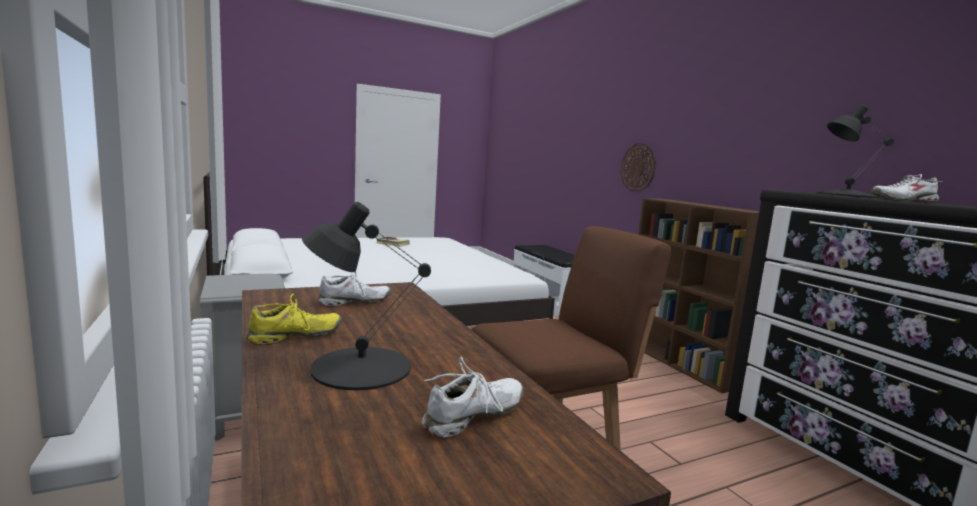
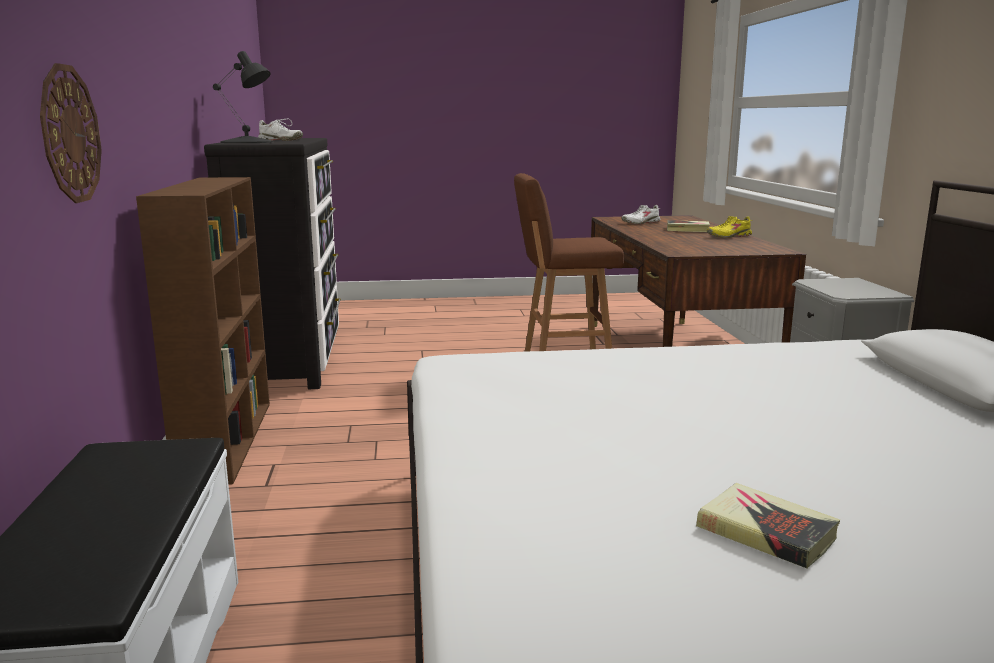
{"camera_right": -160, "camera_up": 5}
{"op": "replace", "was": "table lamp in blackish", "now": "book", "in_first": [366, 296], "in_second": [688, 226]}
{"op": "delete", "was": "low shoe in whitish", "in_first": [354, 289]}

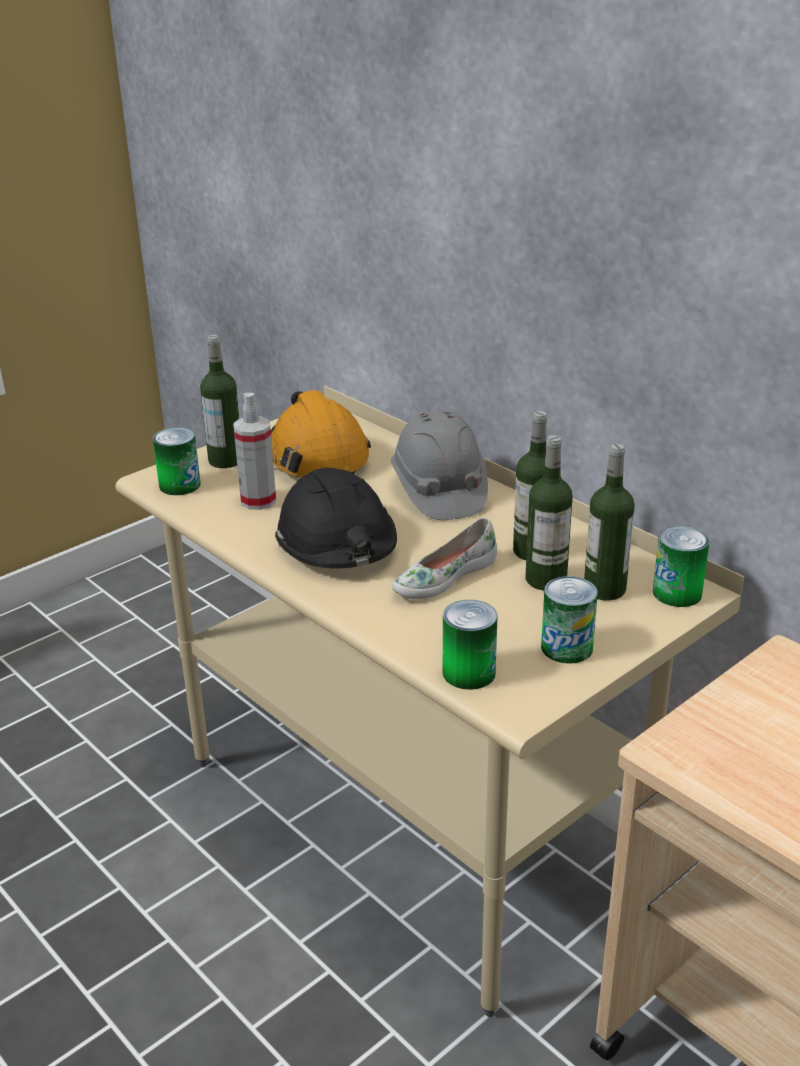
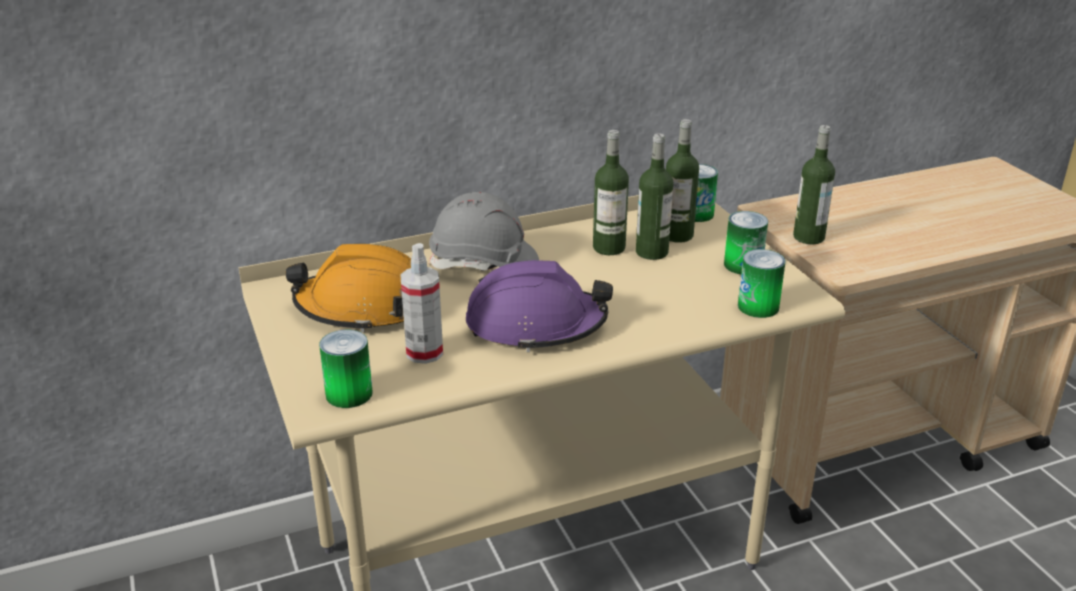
{"camera_right": -70, "camera_up": 0}
{"op": "move", "was": "beverage bottle", "in_first": [219, 401], "in_second": [814, 184]}
{"op": "recolor", "was": "work helmet in blackish", "now": "work helmet in purple-coloured", "in_first": [336, 518], "in_second": [539, 306]}
{"op": "delete", "was": "low shoe in whitish", "in_first": [444, 558]}

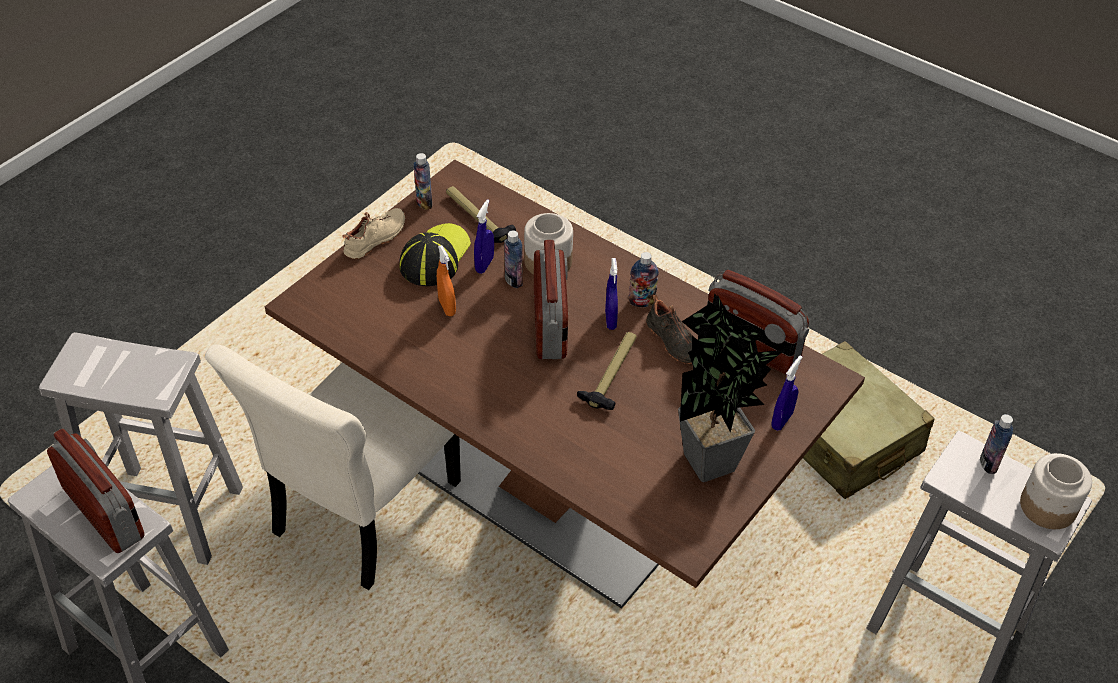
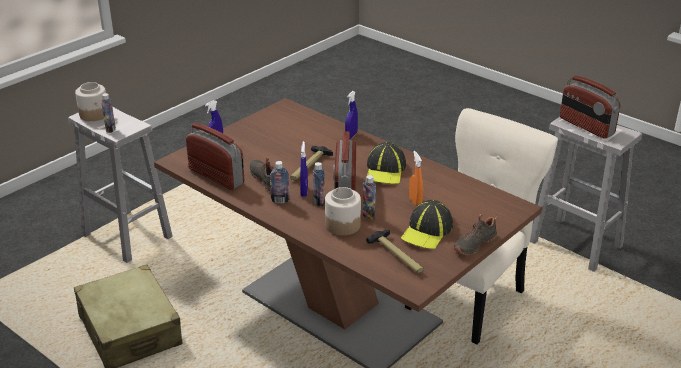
{"camera_right": -175, "camera_up": -15}
{"op": "move", "was": "beverage bottle", "in_first": [422, 181], "in_second": [319, 184]}
{"op": "move", "was": "sprayer in bluish", "in_first": [484, 236], "in_second": [351, 115]}
{"op": "recolor", "was": "low shoe in beige-coloured", "now": "low shoe in blackish", "in_first": [373, 233], "in_second": [475, 234]}
{"op": "delete", "was": "houseplant", "in_first": [731, 387]}
{"op": "delete", "was": "stool in whitish", "in_first": [141, 448]}
{"op": "insert", "now": "cap", "in_second": [386, 163]}

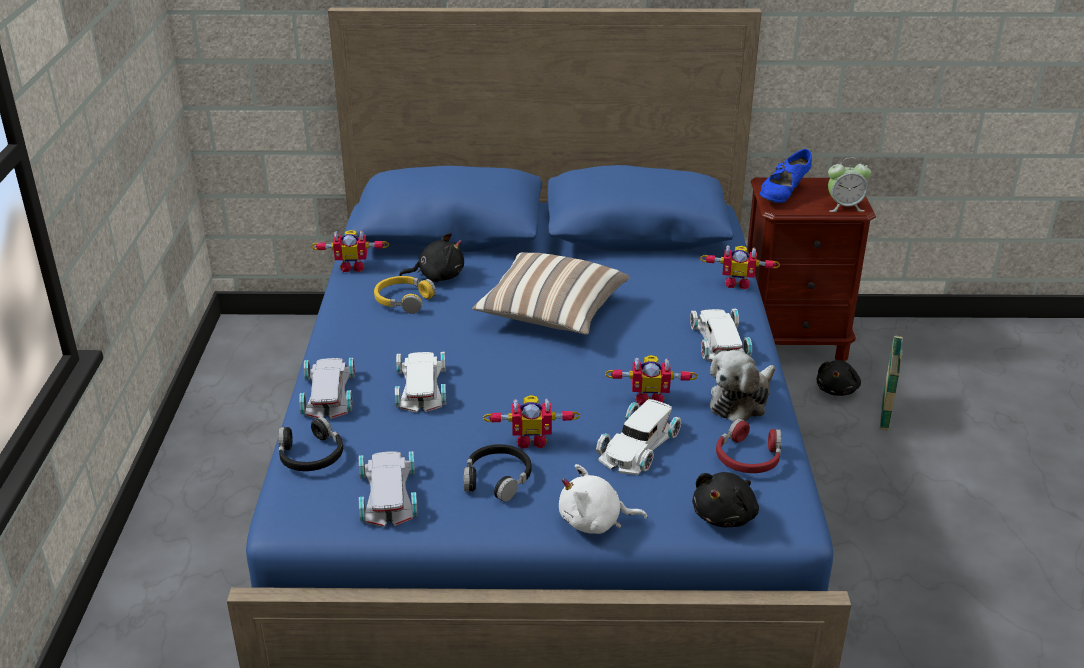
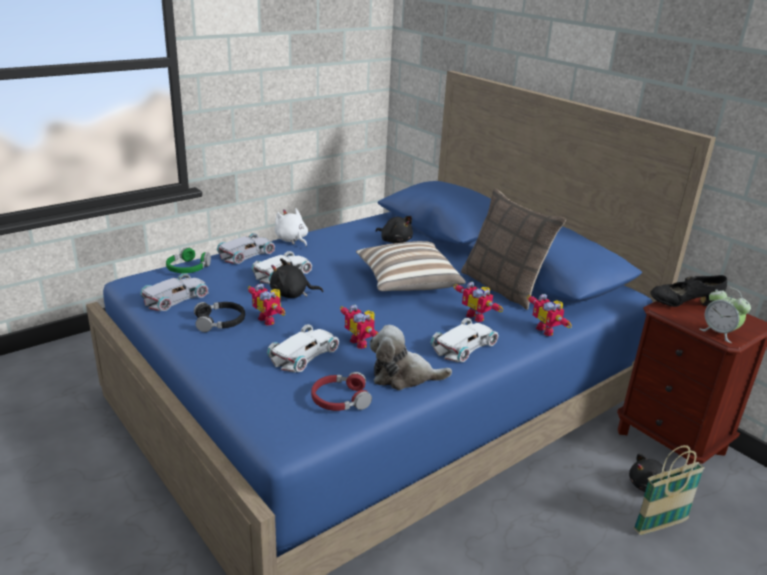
{"camera_right": 50, "camera_up": -5}
{"op": "recolor", "was": "low shoe in bluish", "now": "low shoe in blackish", "in_first": [786, 176], "in_second": [688, 291]}
{"op": "move", "was": "toy robot", "in_first": [350, 251], "in_second": [478, 302]}
{"op": "delete", "was": "pair of headphones in yellowish", "in_first": [405, 295]}
{"op": "rotate", "was": "model car in whitish", "in_first": [638, 437], "in_second": [303, 348], "clockwise": 135}
{"op": "recolor", "was": "pair of headphones in blackish", "now": "pair of headphones in greenish", "in_first": [310, 444], "in_second": [188, 260]}
{"op": "move", "was": "soft toy in whitish", "in_first": [603, 499], "in_second": [291, 227]}
{"op": "move", "was": "soft toy in blackish", "in_first": [725, 499], "in_second": [296, 278]}
{"op": "insert", "now": "pillow", "in_second": [513, 249]}

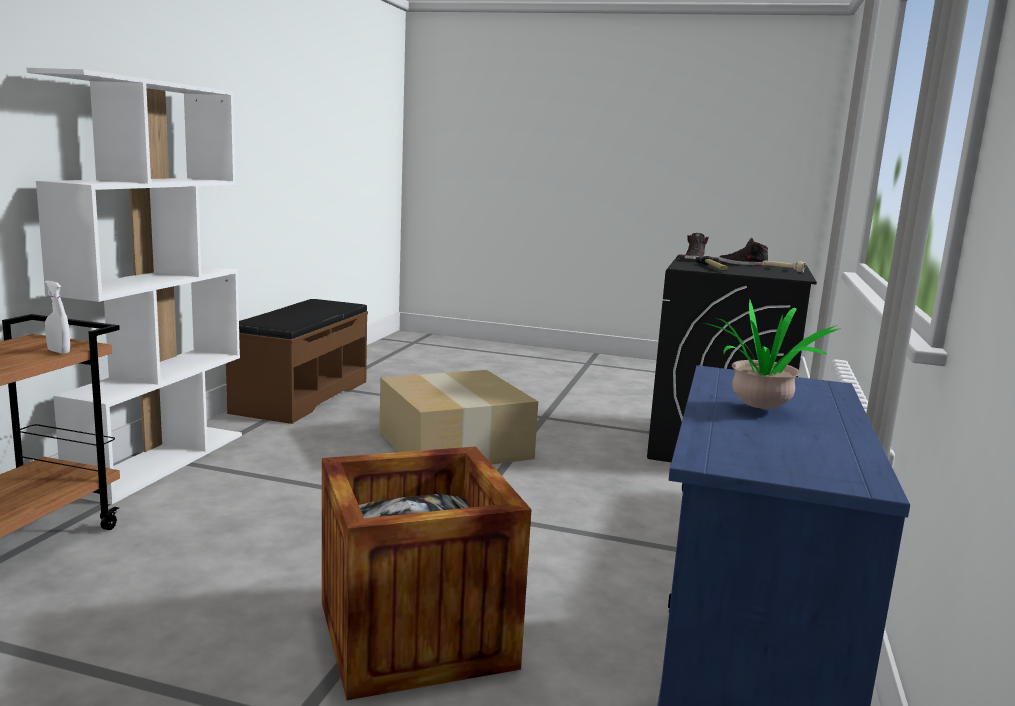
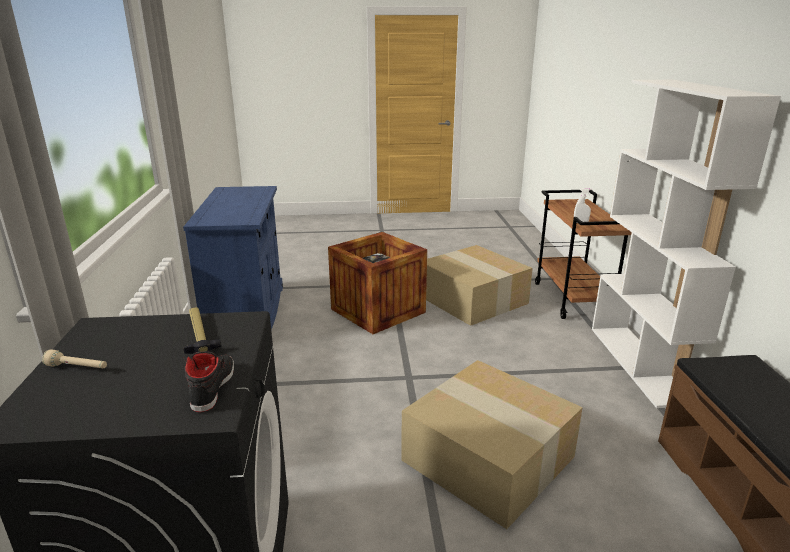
{"camera_right": 160, "camera_up": 10}
{"op": "delete", "was": "low shoe in blackish", "in_first": [743, 252]}
{"op": "delete", "was": "houseplant", "in_first": [772, 355]}
{"op": "insert", "now": "packing box", "in_second": [479, 285]}

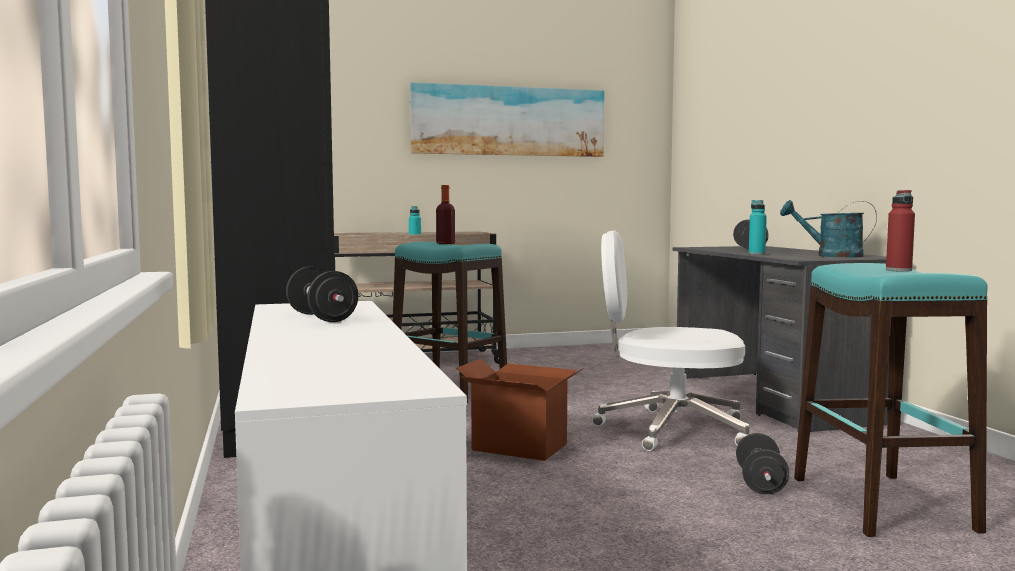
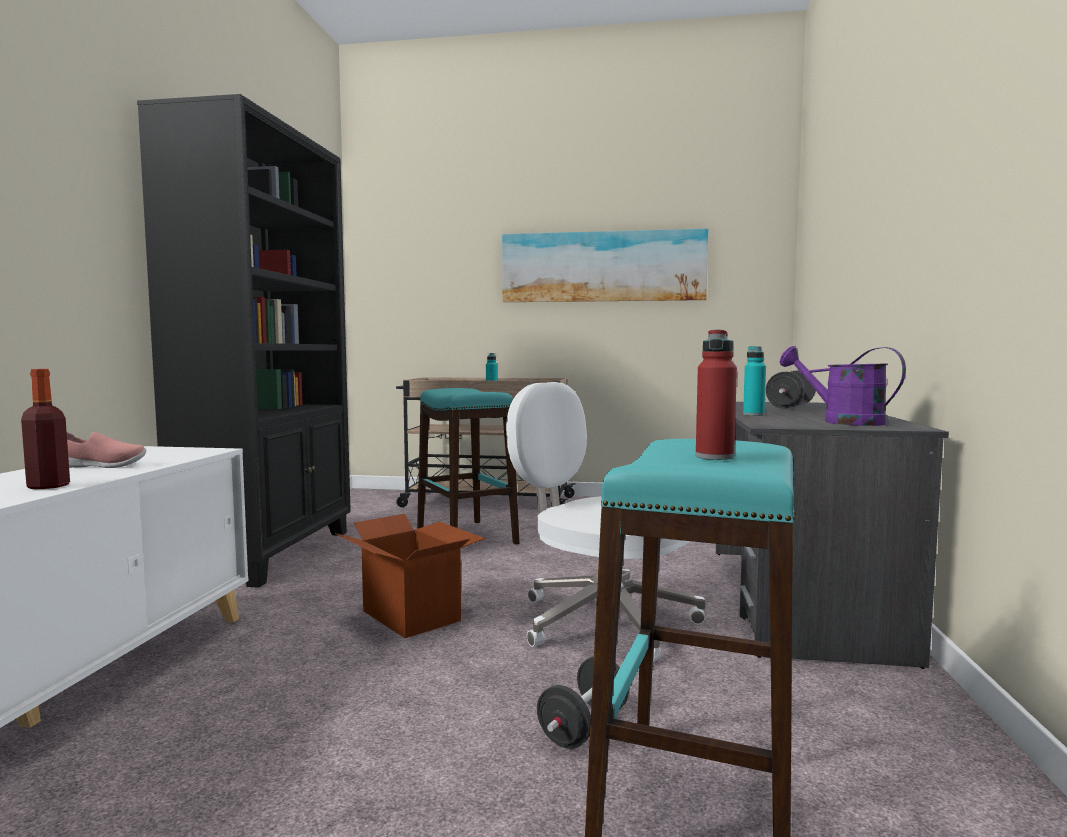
{"camera_right": 25, "camera_up": 0}
{"op": "move", "was": "beverage bottle", "in_first": [445, 214], "in_second": [45, 429]}
{"op": "recolor", "was": "watering can in turquoise", "now": "watering can in purple-coloured", "in_first": [828, 229], "in_second": [843, 386]}
{"op": "replace", "was": "free weight in blackish", "now": "low shoe in pink-coloured", "in_first": [322, 294], "in_second": [106, 450]}

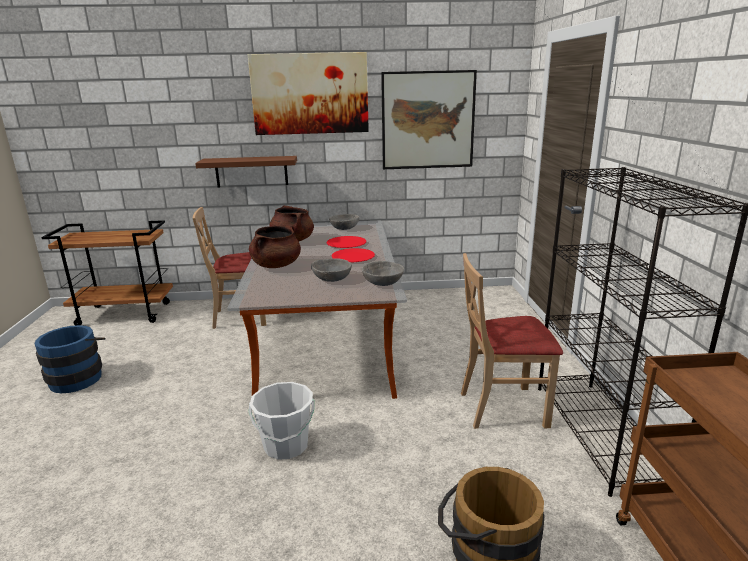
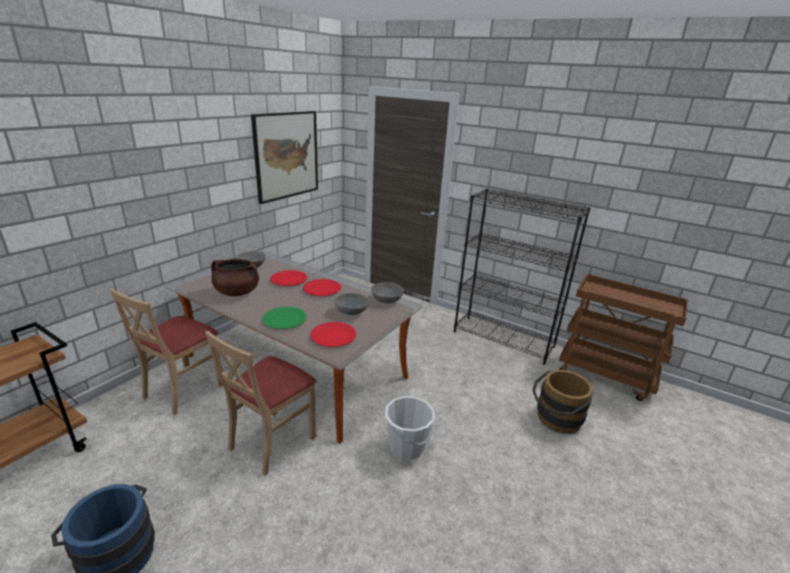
{"camera_right": -55, "camera_up": 5}
{"op": "delete", "was": "wall art", "in_first": [308, 93]}
{"op": "delete", "was": "shelf in brownish", "in_first": [246, 171]}
{"op": "replace", "was": "saucepot in brownish", "now": "plate in greenish", "in_first": [275, 246], "in_second": [284, 318]}
{"op": "move", "was": "plain chair in beige-coloured", "in_first": [512, 341], "in_second": [261, 403]}
{"op": "insert", "now": "plate in red", "in_second": [333, 334]}

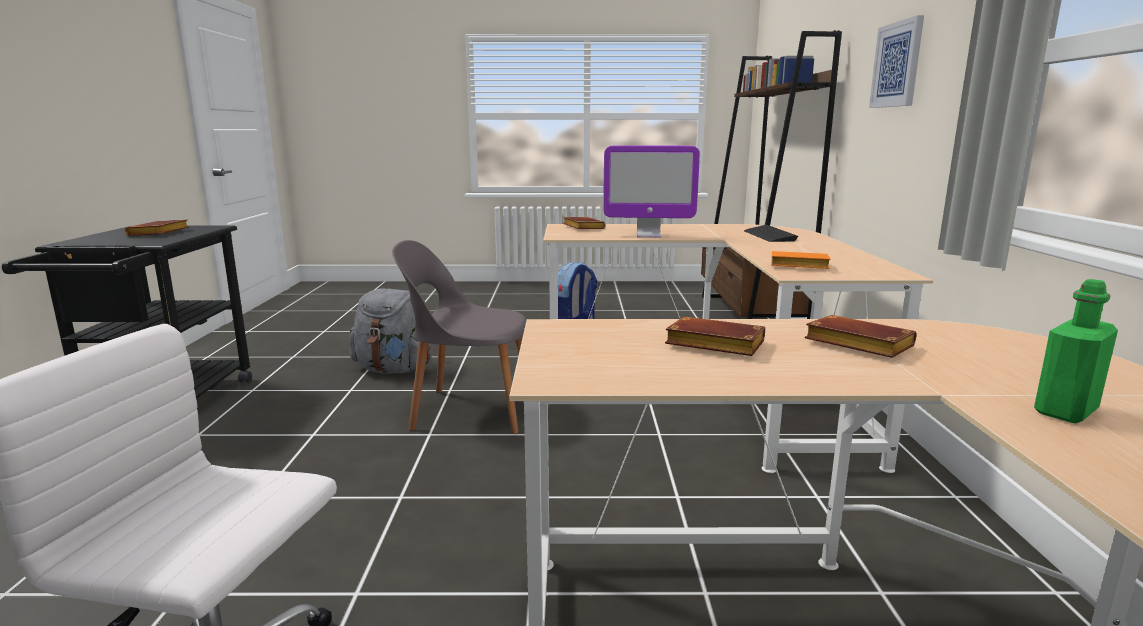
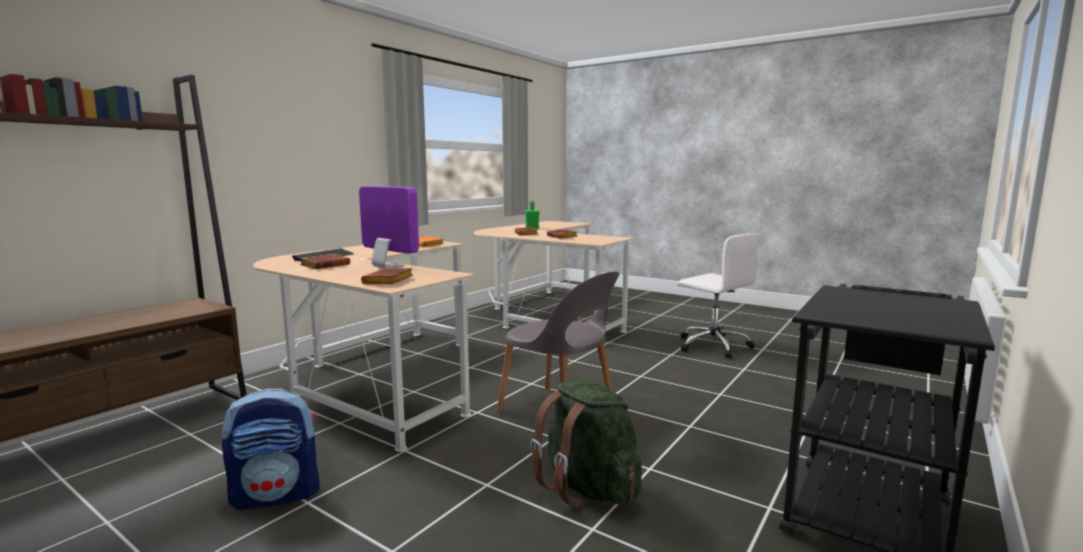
{"camera_right": -145, "camera_up": -5}
{"op": "delete", "was": "wall art", "in_first": [896, 61]}
{"op": "move", "was": "book in brownish", "in_first": [157, 227], "in_second": [325, 261]}
{"op": "recolor", "was": "backpack in greyish", "now": "backpack in greenish", "in_first": [390, 331], "in_second": [586, 443]}

